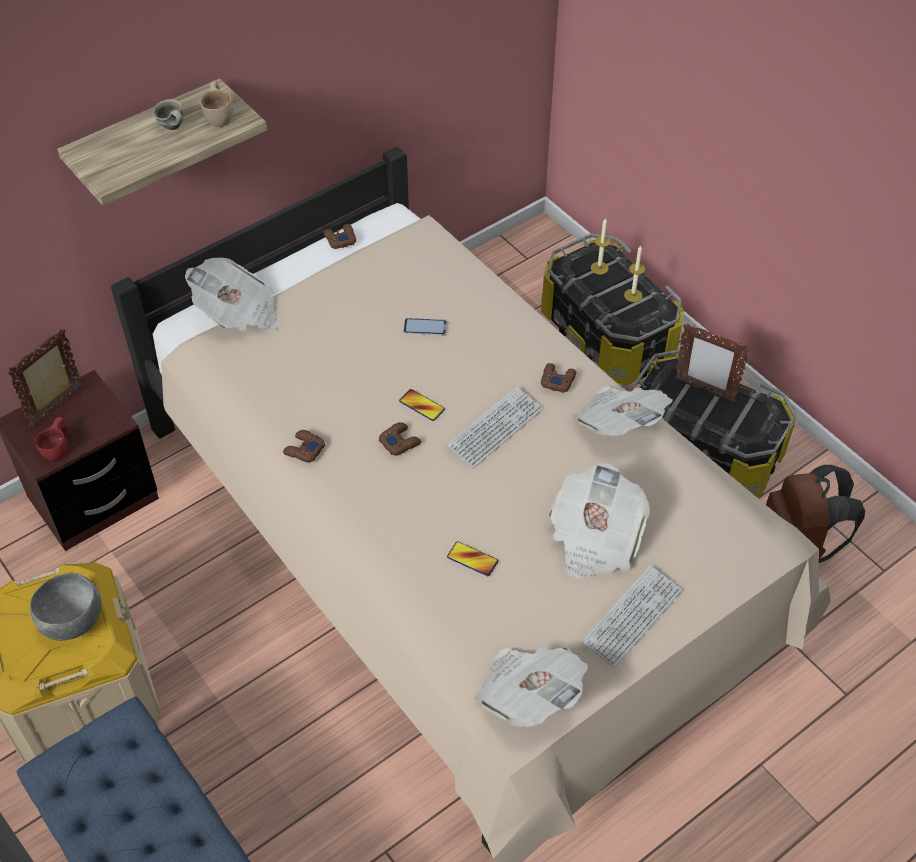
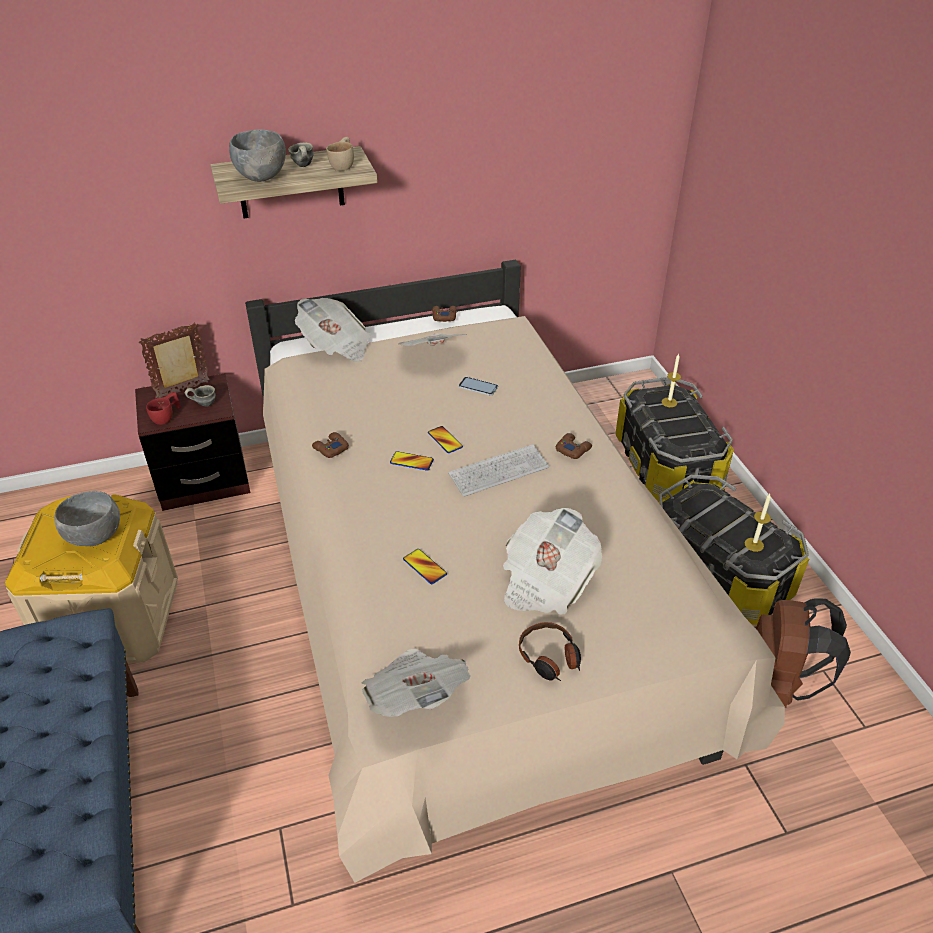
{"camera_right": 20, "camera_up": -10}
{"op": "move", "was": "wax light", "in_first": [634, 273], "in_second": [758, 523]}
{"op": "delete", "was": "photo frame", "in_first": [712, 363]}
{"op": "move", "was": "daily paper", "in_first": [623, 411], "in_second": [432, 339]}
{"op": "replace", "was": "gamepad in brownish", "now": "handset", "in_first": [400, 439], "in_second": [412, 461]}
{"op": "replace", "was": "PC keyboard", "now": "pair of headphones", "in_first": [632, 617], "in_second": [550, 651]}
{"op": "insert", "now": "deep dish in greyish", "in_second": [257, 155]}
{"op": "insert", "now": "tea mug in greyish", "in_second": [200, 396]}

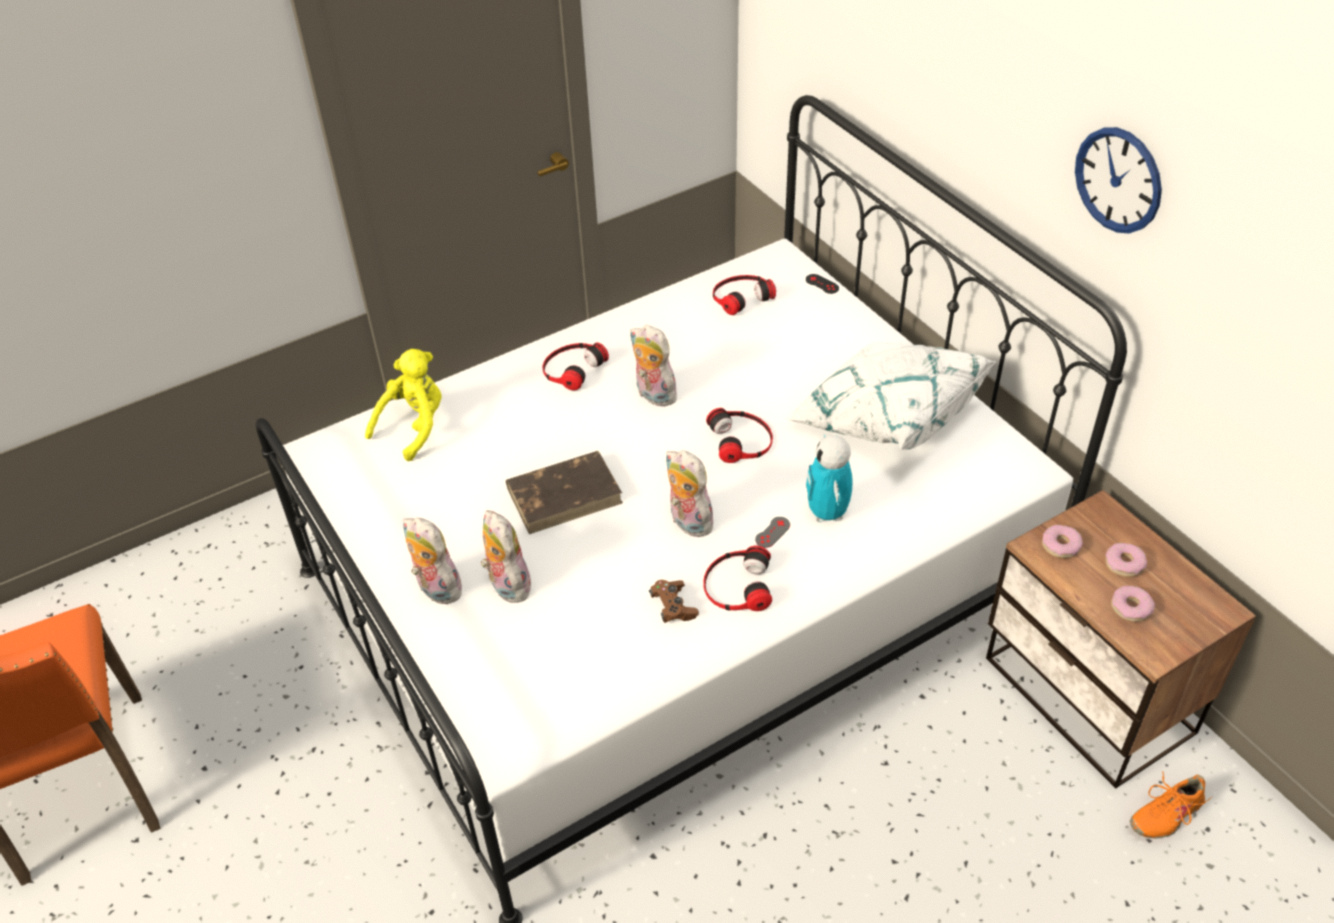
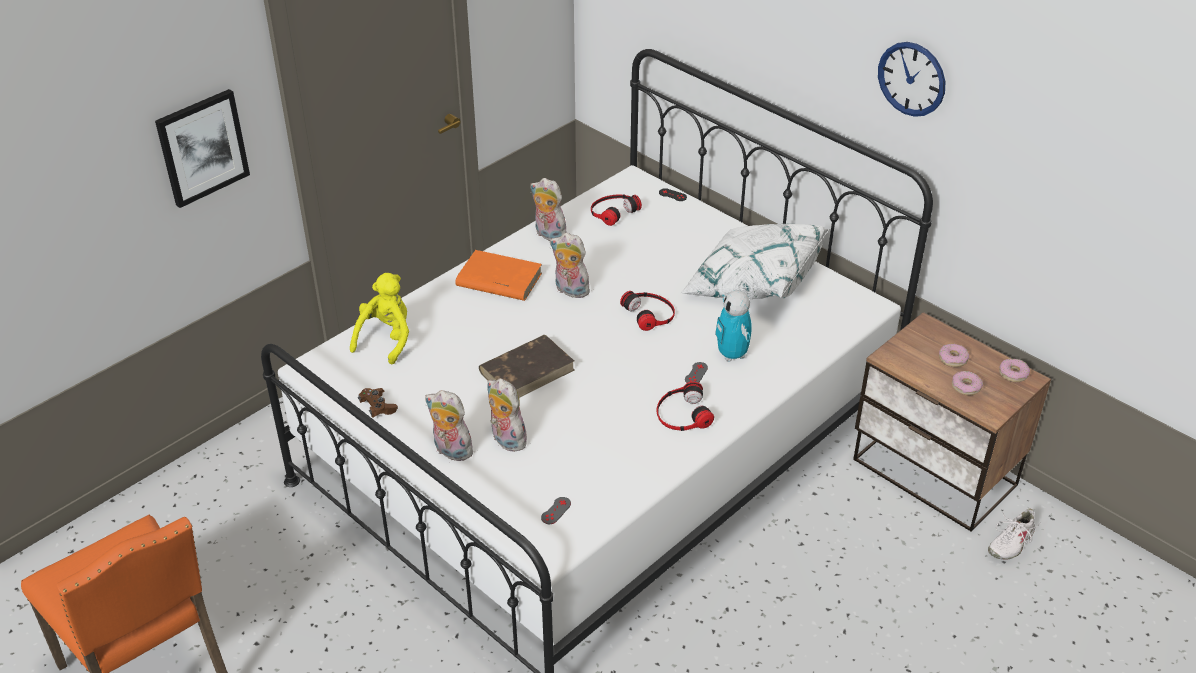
{"camera_right": -15, "camera_up": -5}
{"op": "replace", "was": "pair of headphones", "now": "book in orange", "in_first": [576, 366], "in_second": [498, 275]}
{"op": "move", "was": "soft toy", "in_first": [689, 493], "in_second": [548, 209]}
{"op": "move", "was": "doughnut", "in_first": [1062, 541], "in_second": [1014, 370]}
{"op": "move", "was": "gamepad in brownish", "in_first": [674, 601], "in_second": [378, 403]}
{"op": "recolor", "was": "low shoe in orange", "now": "low shoe in whitish", "in_first": [1171, 804], "in_second": [1014, 534]}
{"op": "insert", "now": "wall art", "in_second": [202, 148]}
{"op": "insert", "now": "gamepad in greyish", "in_second": [556, 510]}

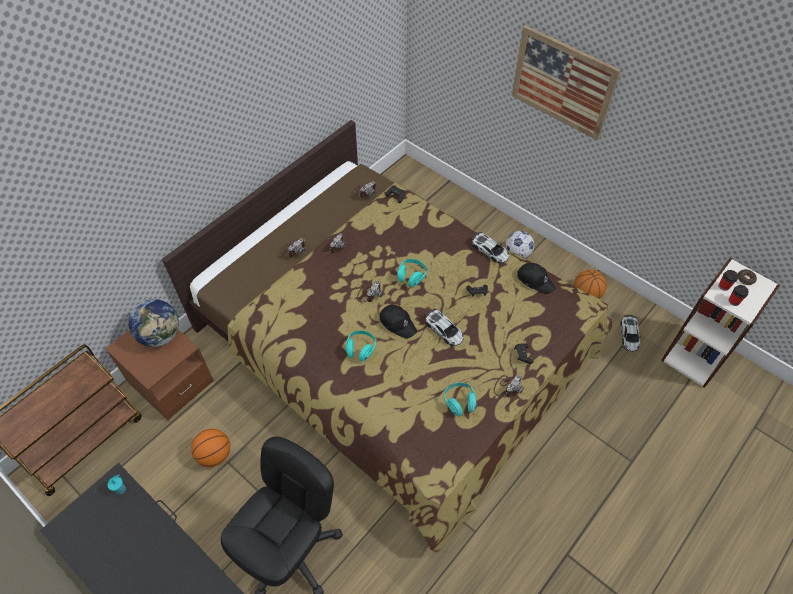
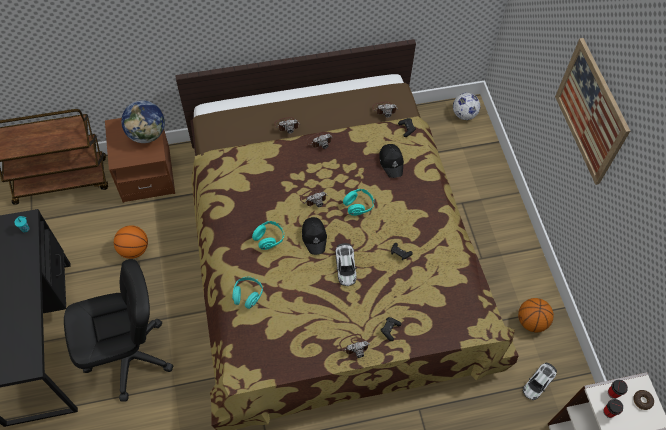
{"camera_right": 35, "camera_up": 5}
{"op": "move", "was": "football ball", "in_first": [520, 244], "in_second": [466, 106]}
{"op": "delete", "was": "model car", "in_first": [490, 248]}
{"op": "move", "was": "cap in blackish", "in_first": [536, 278], "in_second": [391, 161]}
{"op": "move", "was": "pair of headphones in turquoise", "in_first": [460, 399], "in_second": [247, 293]}

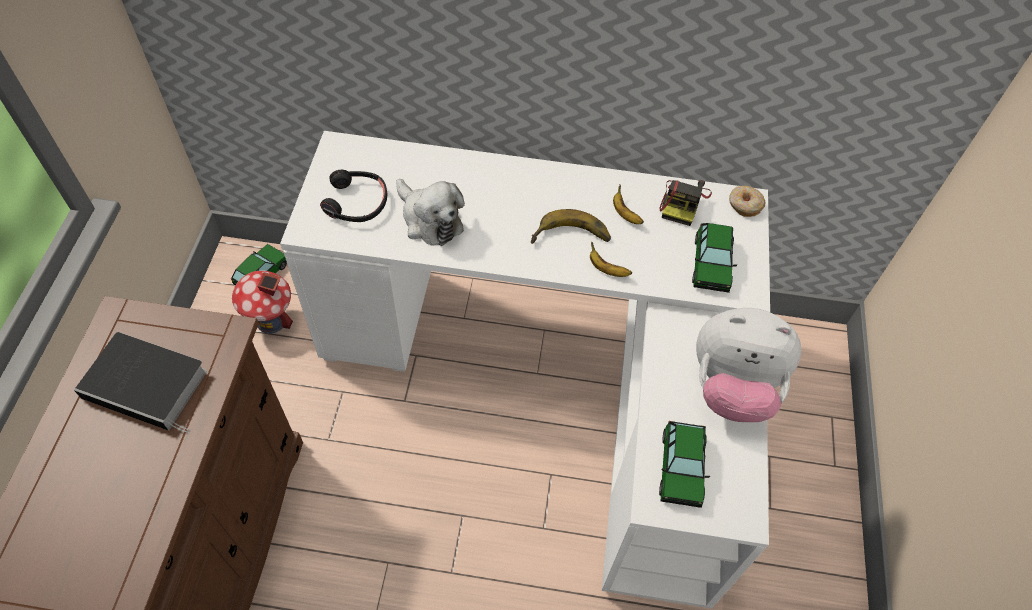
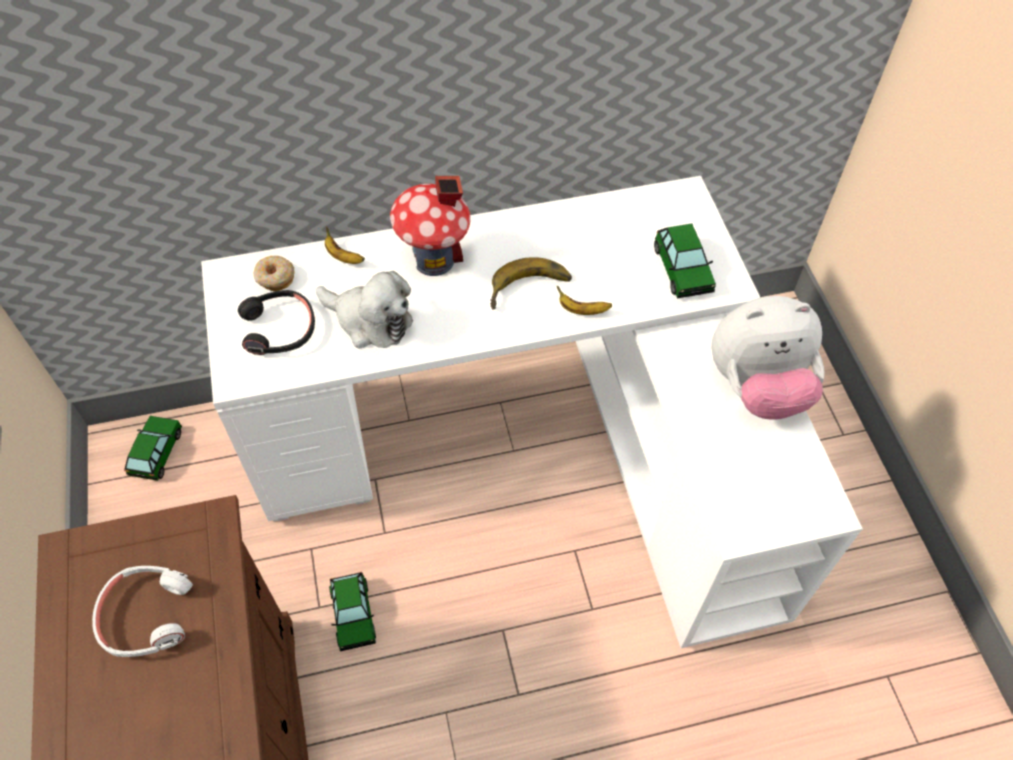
{"camera_right": -20, "camera_up": 0}
{"op": "delete", "was": "still camera", "in_first": [685, 203]}
{"op": "move", "was": "banana", "in_first": [628, 204], "in_second": [345, 245]}
{"op": "move", "was": "doughnut", "in_first": [747, 201], "in_second": [274, 274]}
{"op": "move", "was": "miniature house", "in_first": [262, 302], "in_second": [430, 226]}
{"op": "replace", "was": "book", "now": "pair of headphones in whitish", "in_first": [140, 382], "in_second": [142, 611]}
{"op": "move", "was": "model car", "in_first": [684, 464], "in_second": [352, 611]}

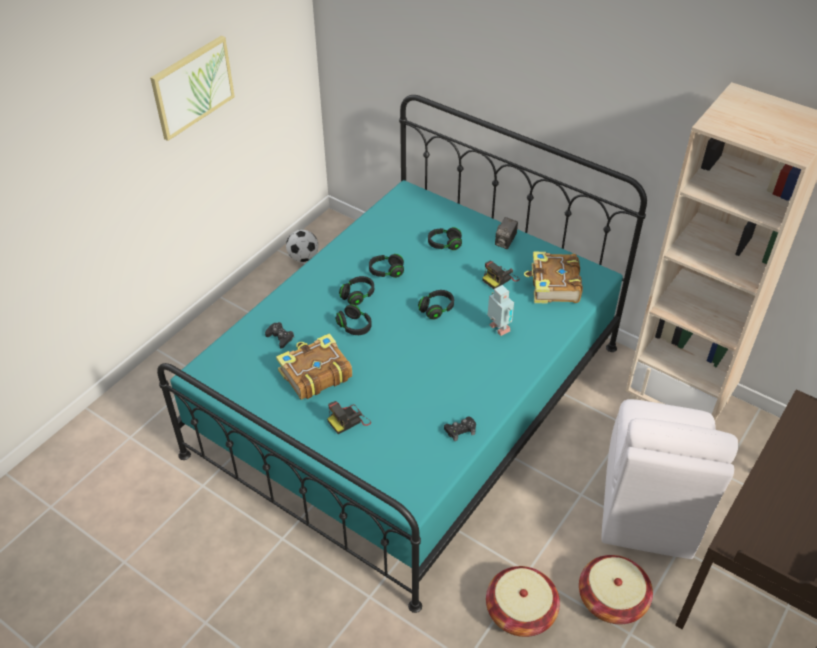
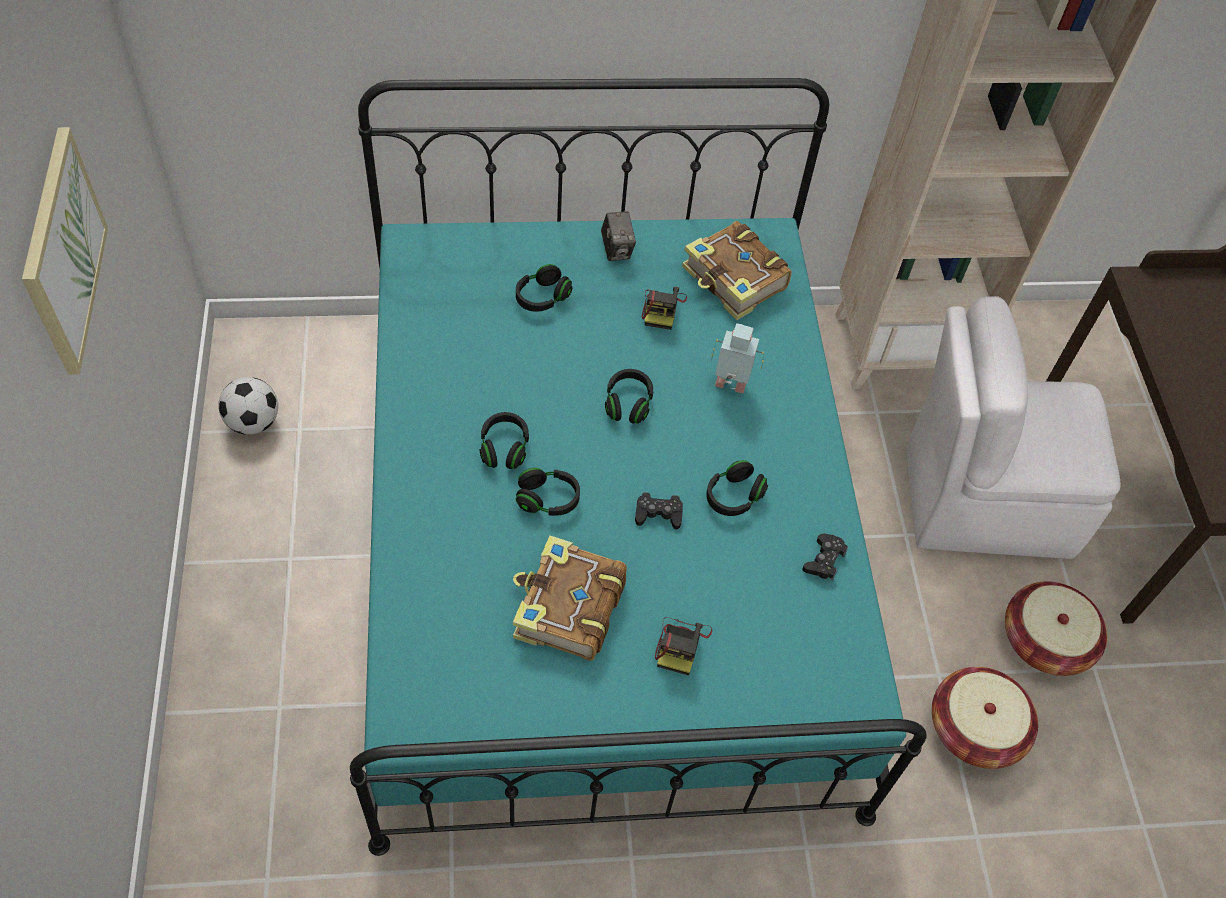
{"camera_right": -45, "camera_up": 10}
{"op": "move", "was": "pair of headphones in blackish", "in_first": [386, 266], "in_second": [737, 488]}
{"op": "move", "was": "gamepad in blackish", "in_first": [279, 335], "in_second": [659, 511]}
{"op": "rotate", "was": "plain chair in whitish", "in_first": [670, 479], "in_second": [1013, 427], "clockwise": 120}

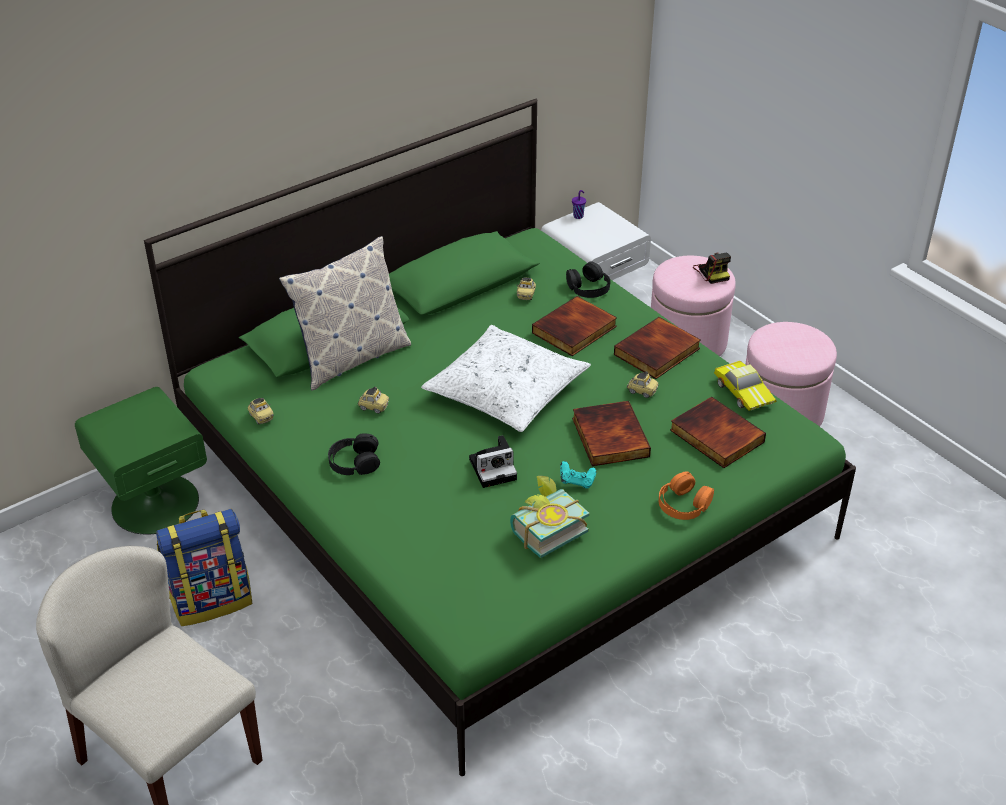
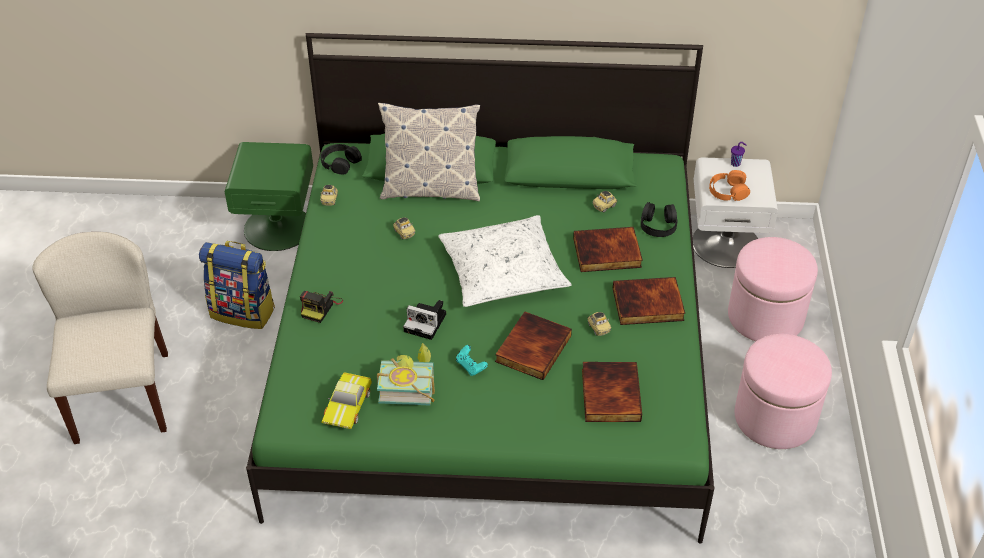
{"camera_right": 40, "camera_up": 5}
{"op": "move", "was": "still camera", "in_first": [712, 268], "in_second": [321, 307]}
{"op": "move", "was": "model car", "in_first": [745, 386], "in_second": [346, 400]}
{"op": "move", "was": "pair of headphones in blackish", "in_first": [354, 454], "in_second": [341, 159]}
{"op": "move", "was": "pair of headphones in orange", "in_first": [686, 495], "in_second": [729, 185]}

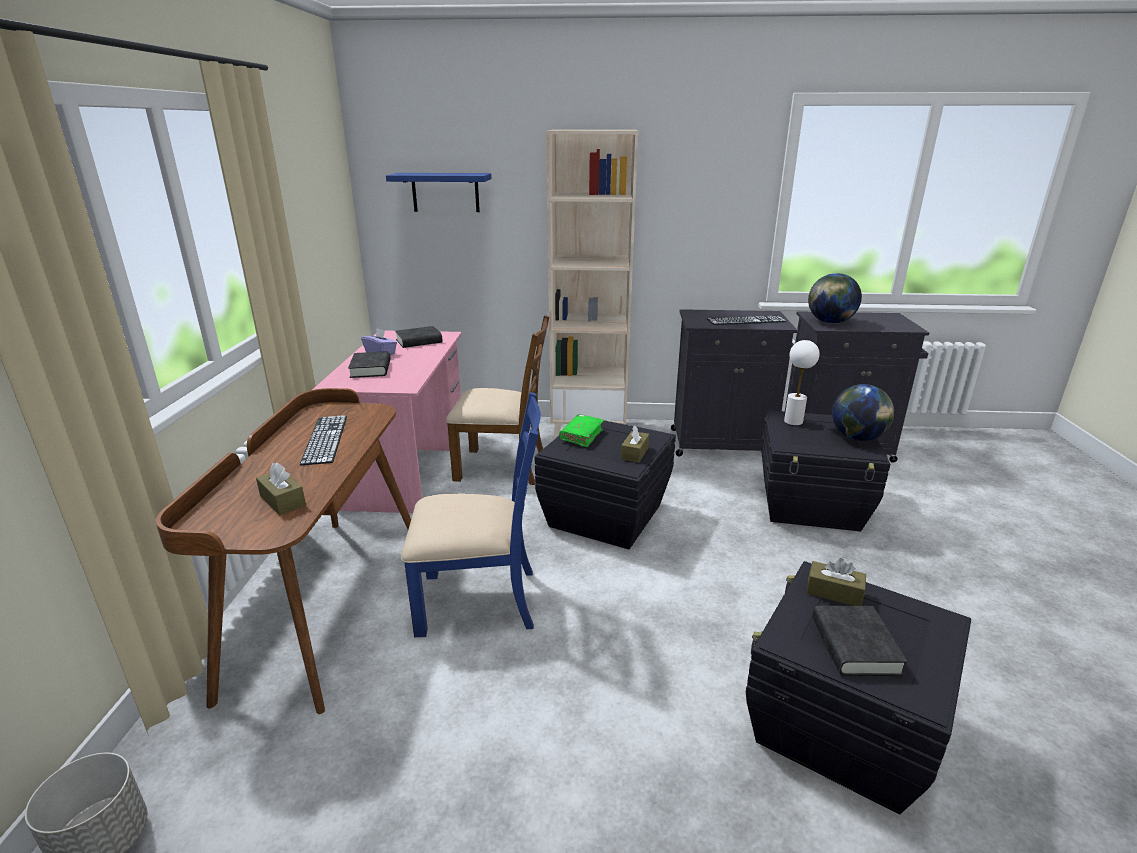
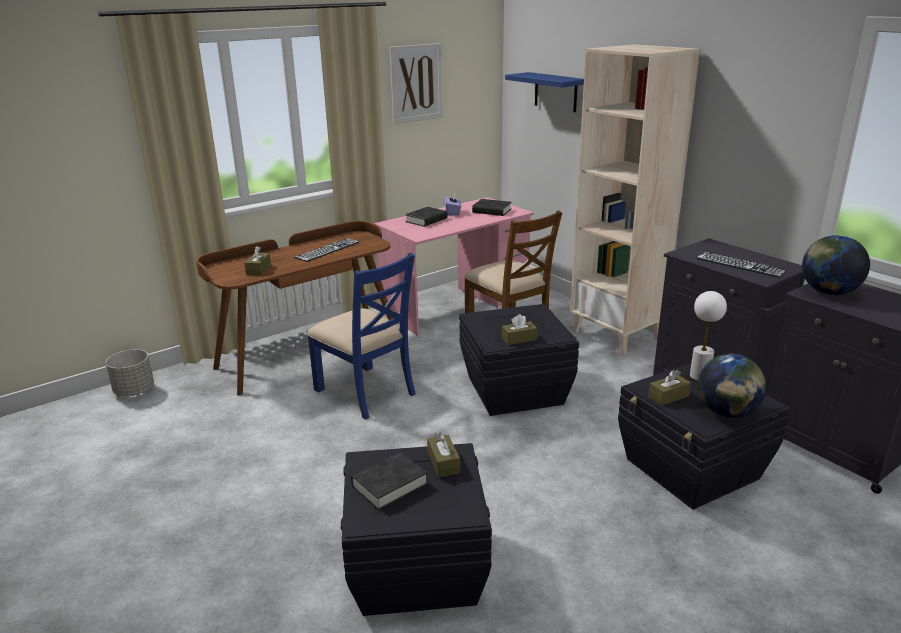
{"camera_right": 50, "camera_up": 0}
{"op": "delete", "was": "book in greenish", "in_first": [581, 430]}
{"op": "insert", "now": "wall art", "in_second": [416, 83]}
{"op": "insert", "now": "tissue holder in brownish", "in_second": [669, 388]}

